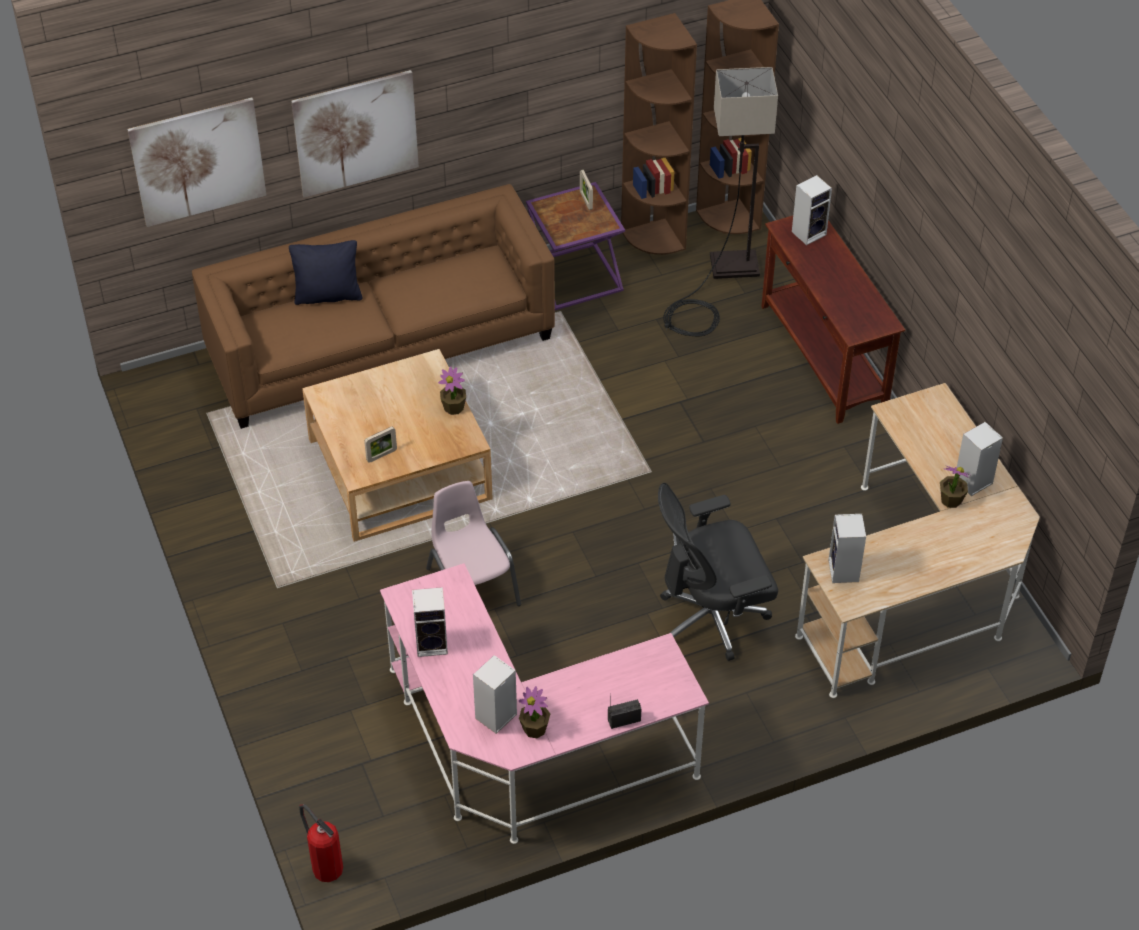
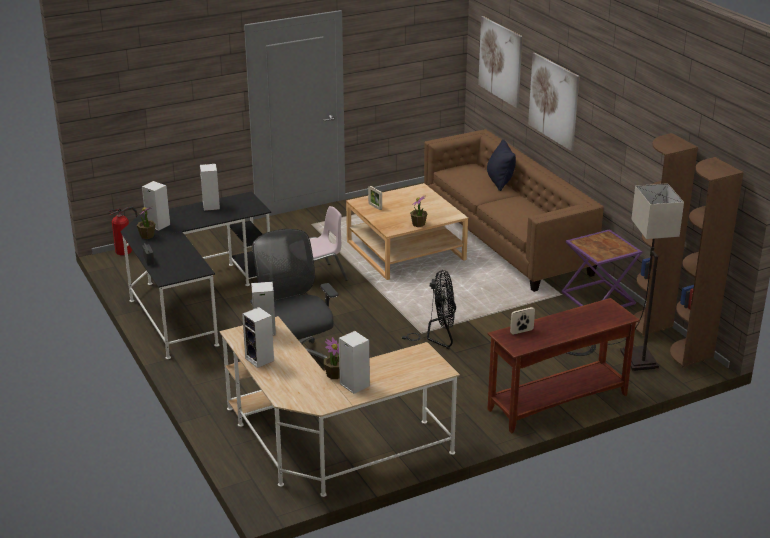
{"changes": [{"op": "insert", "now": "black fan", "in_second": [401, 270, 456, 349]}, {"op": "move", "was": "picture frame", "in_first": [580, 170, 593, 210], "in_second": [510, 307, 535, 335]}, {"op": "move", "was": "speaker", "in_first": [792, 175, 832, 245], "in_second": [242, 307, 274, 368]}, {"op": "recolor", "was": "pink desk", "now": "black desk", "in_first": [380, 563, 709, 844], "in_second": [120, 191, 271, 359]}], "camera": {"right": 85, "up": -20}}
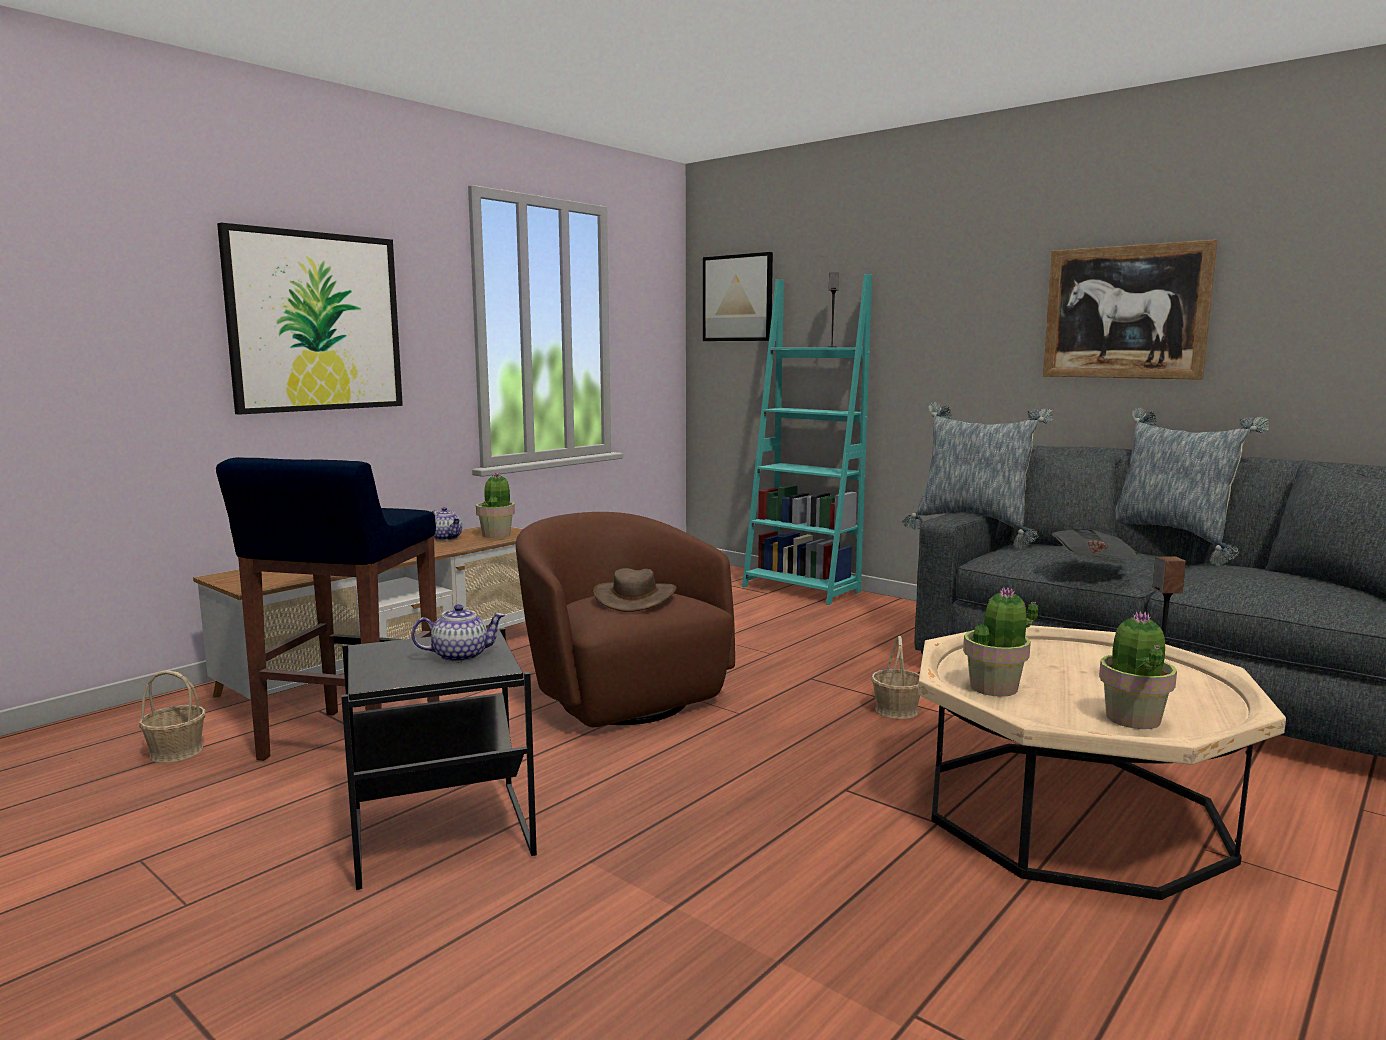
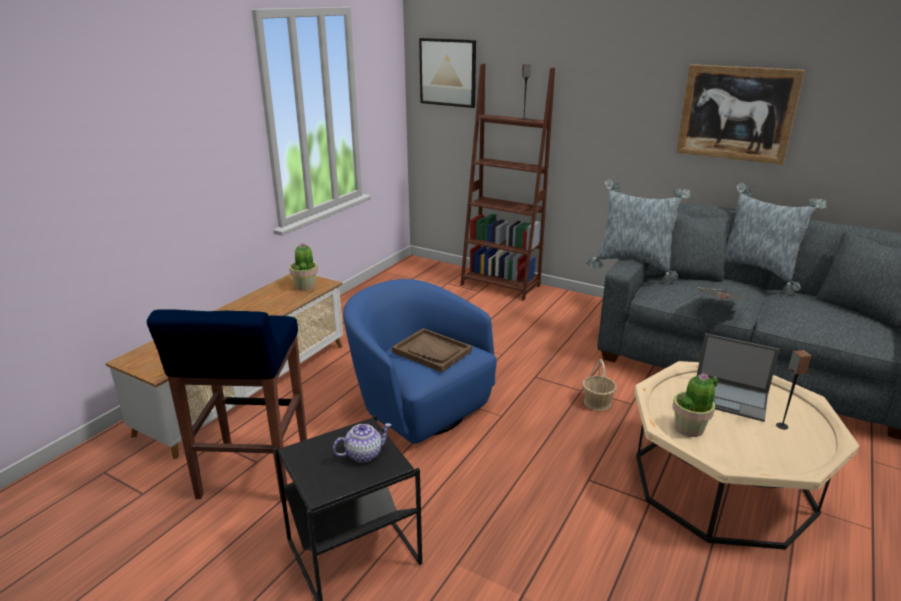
{"changes": [{"op": "delete", "was": "basket", "in_first": [139, 670, 206, 763]}, {"op": "delete", "was": "picture", "in_first": [217, 223, 403, 415]}, {"op": "delete", "was": "teapot", "in_first": [432, 507, 462, 541]}, {"op": "delete", "was": "potted plant", "in_first": [1099, 611, 1177, 729]}, {"op": "insert", "now": "laptop", "in_second": [697, 333, 780, 422]}, {"op": "replace", "was": "brown hat", "now": "brown tray", "in_first": [593, 568, 676, 612], "in_second": [392, 328, 472, 372]}, {"op": "recolor", "was": "brown armchair", "now": "blue armchair", "in_first": [516, 512, 735, 727], "in_second": [343, 279, 497, 444]}, {"op": "recolor", "was": "turquoise bookcase", "now": "brown bookcase", "in_first": [742, 274, 872, 605], "in_second": [460, 64, 555, 301]}], "camera": {"right": -10, "up": 15}}
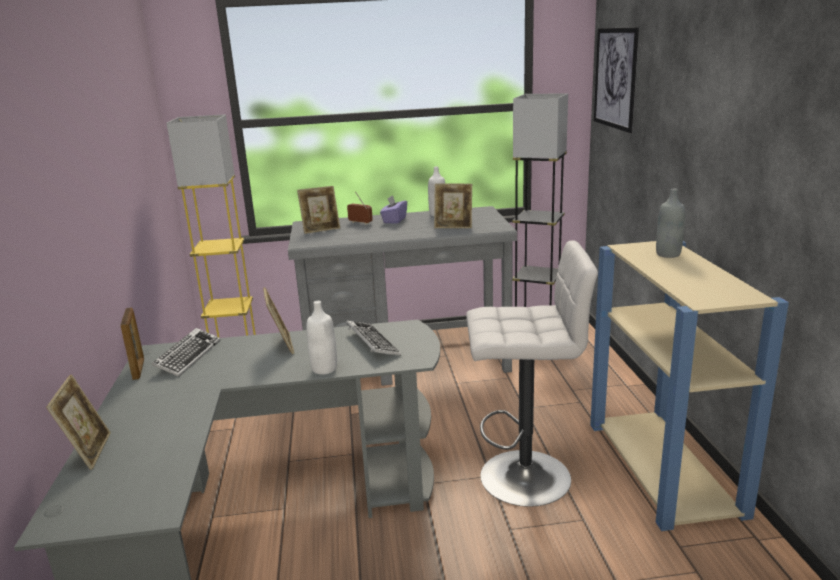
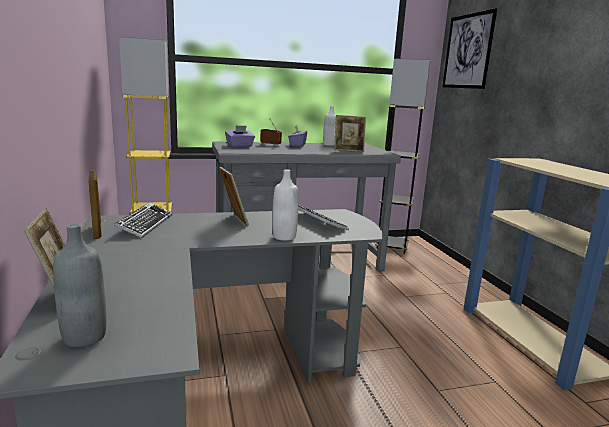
{"changes": [{"op": "delete", "was": "white stool", "in_first": [466, 240, 598, 507]}, {"op": "move", "was": "grey bottle", "in_first": [656, 189, 685, 258], "in_second": [53, 224, 106, 347]}, {"op": "replace", "was": "picture frame", "now": "purple tissue box", "in_first": [297, 186, 340, 234], "in_second": [225, 125, 255, 147]}], "camera": {"right": -10, "up": -5}}
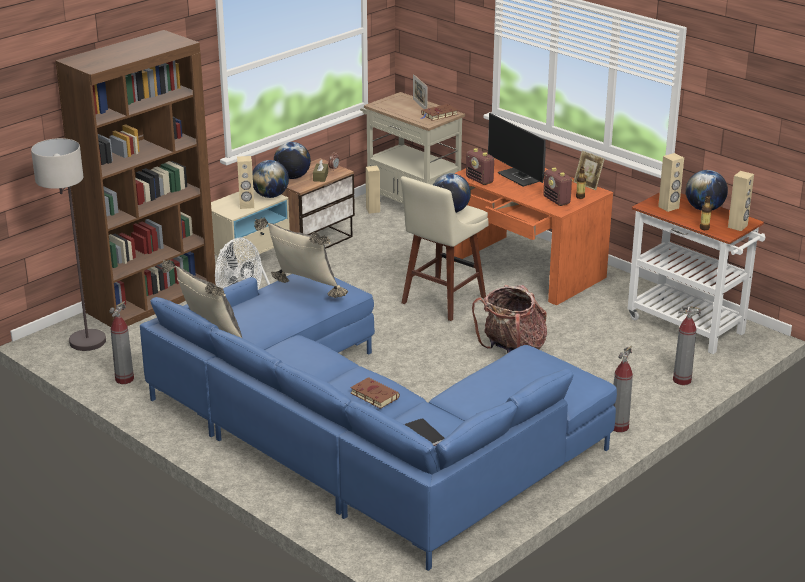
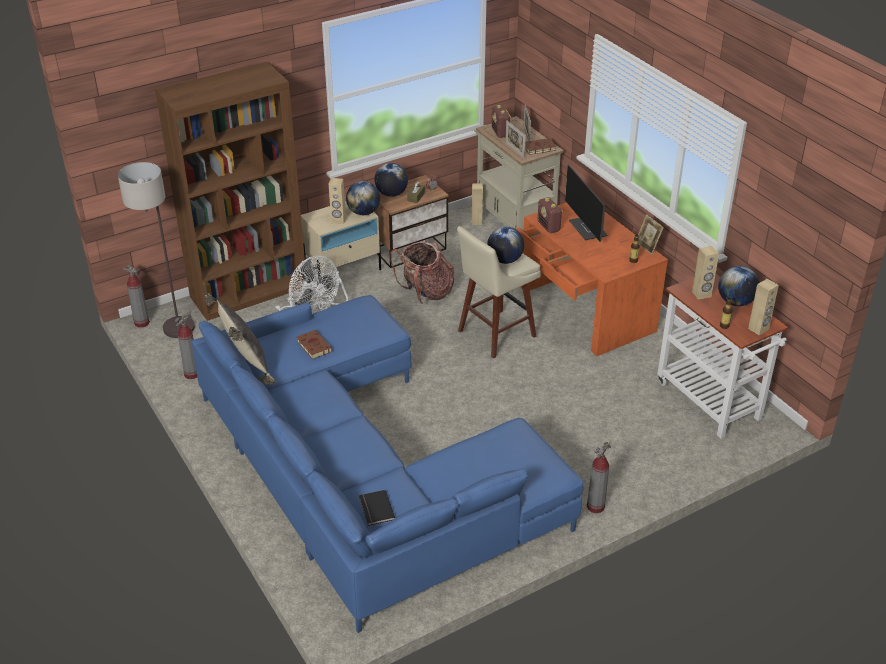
{"changes": [{"op": "delete", "was": "pillow", "in_first": [254, 217, 348, 298]}, {"op": "insert", "now": "picture frame", "in_second": [506, 120, 526, 158]}, {"op": "move", "was": "brown book", "in_first": [350, 377, 400, 409], "in_second": [297, 330, 332, 359]}, {"op": "move", "was": "backpack", "in_first": [472, 285, 547, 353], "in_second": [390, 240, 455, 304]}, {"op": "move", "was": "radio", "in_first": [543, 168, 573, 206], "in_second": [492, 105, 511, 138]}, {"op": "move", "was": "fire extinguisher", "in_first": [673, 305, 701, 385], "in_second": [123, 264, 150, 328]}], "camera": {"right": 15, "up": 10}}
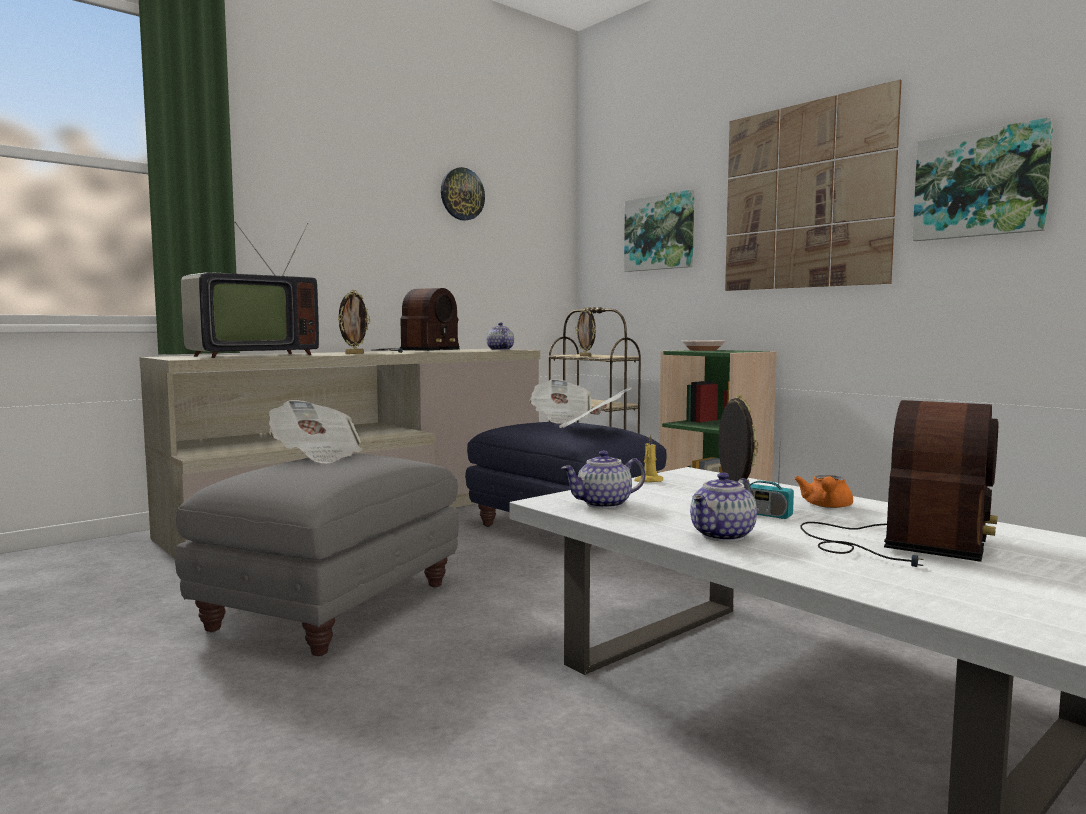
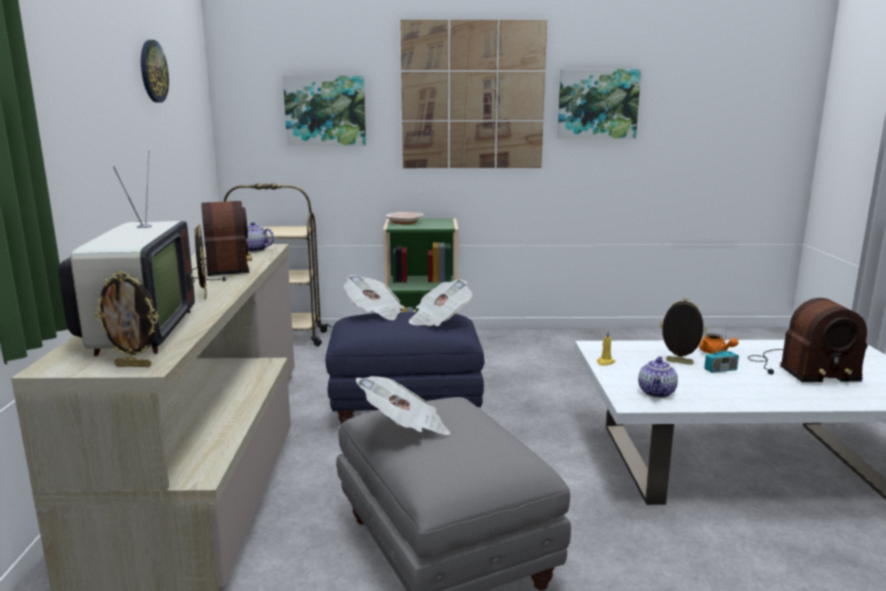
{"changes": [{"op": "delete", "was": "teapot", "in_first": [690, 473, 757, 542]}, {"op": "move", "was": "picture frame", "in_first": [575, 308, 596, 357], "in_second": [94, 271, 159, 367]}, {"op": "rotate", "was": "radio", "in_first": [800, 400, 998, 567], "in_second": [748, 298, 868, 382], "clockwise": 105}], "camera": {"right": -50, "up": 10}}
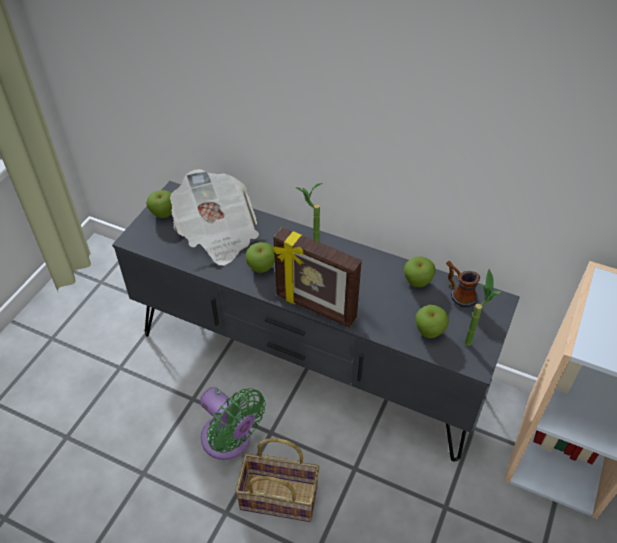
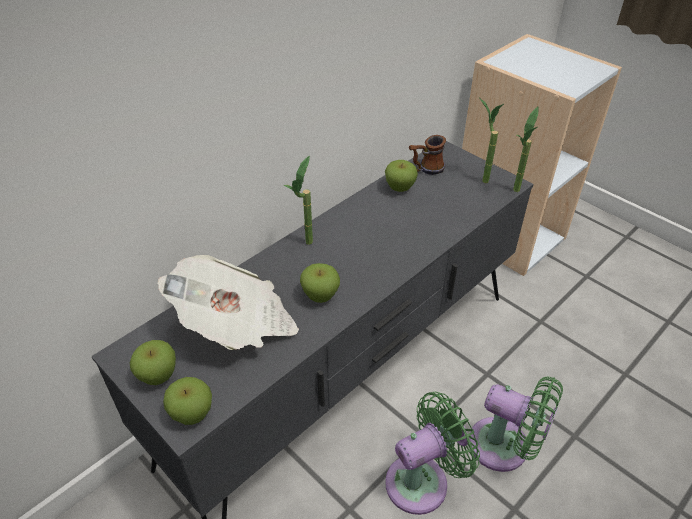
{"changes": [{"op": "delete", "was": "picture frame", "in_first": [273, 227, 362, 328]}, {"op": "insert", "now": "potted plant", "in_second": [513, 107, 539, 192]}, {"op": "move", "was": "apple", "in_first": [416, 305, 449, 338], "in_second": [163, 377, 212, 425]}, {"op": "replace", "was": "basket", "now": "green fan", "in_first": [235, 438, 319, 522], "in_second": [469, 376, 563, 472]}], "camera": {"right": -70, "up": -5}}
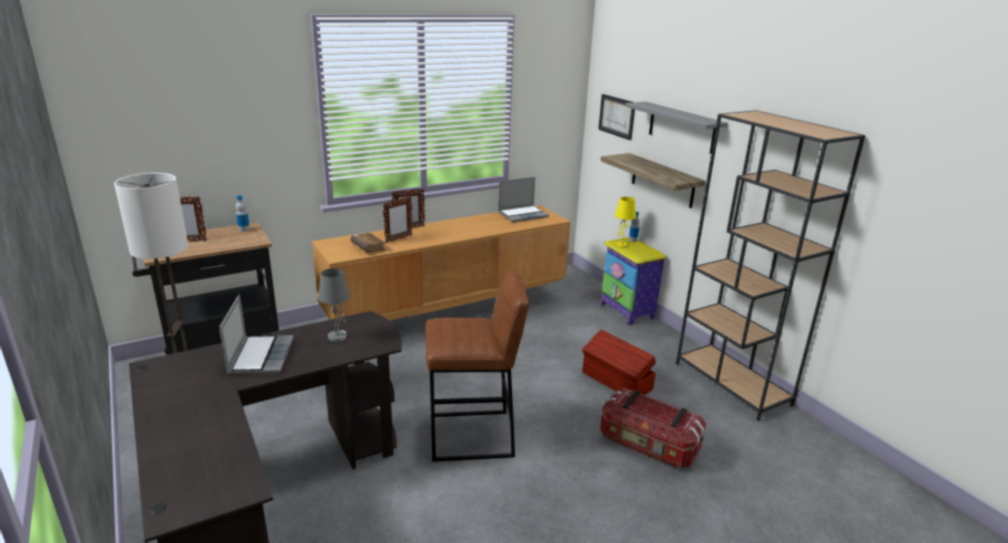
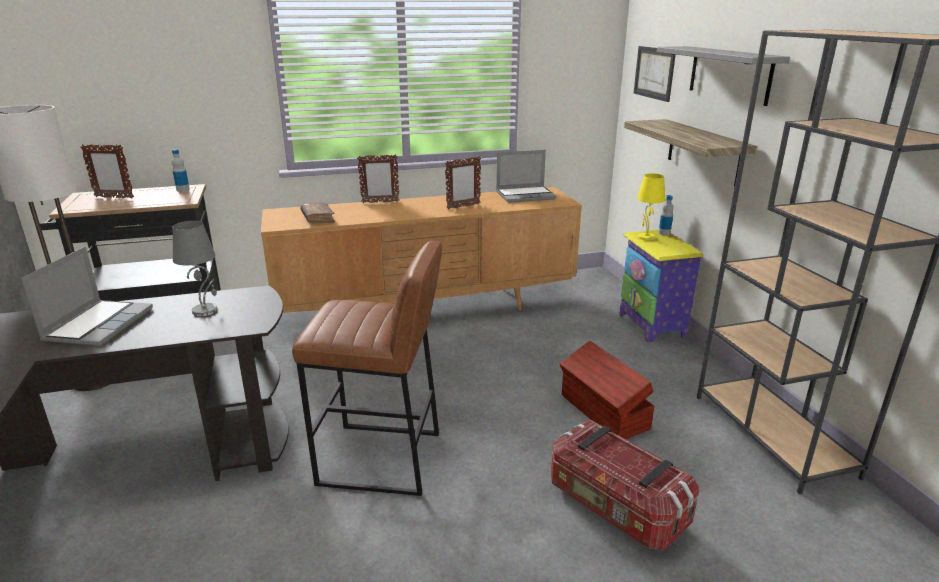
{"changes": [{"op": "move", "was": "picture frame", "in_first": [383, 196, 413, 243], "in_second": [445, 156, 481, 209]}], "camera": {"right": 15, "up": 0}}
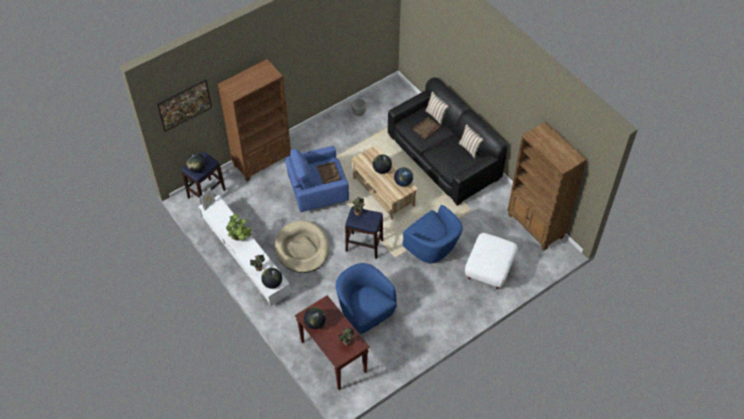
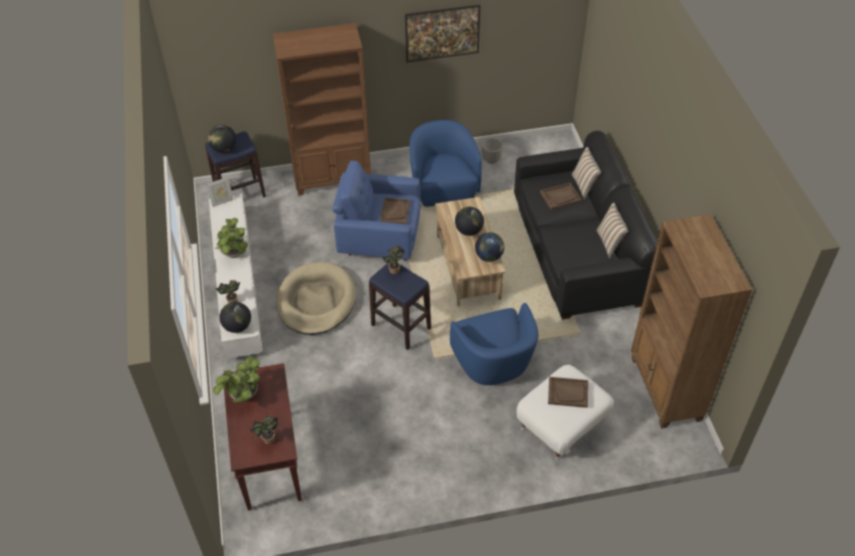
{"changes": [{"op": "insert", "now": "brown tray", "in_second": [548, 377, 588, 408]}, {"op": "move", "was": "picture", "in_first": [157, 79, 212, 132], "in_second": [405, 4, 480, 62]}, {"op": "move", "was": "blue armchair", "in_first": [336, 263, 397, 334], "in_second": [410, 120, 482, 207]}, {"op": "replace", "was": "globe", "now": "potted plant", "in_first": [304, 307, 326, 329], "in_second": [213, 356, 260, 402]}], "camera": {"right": 25, "up": -5}}
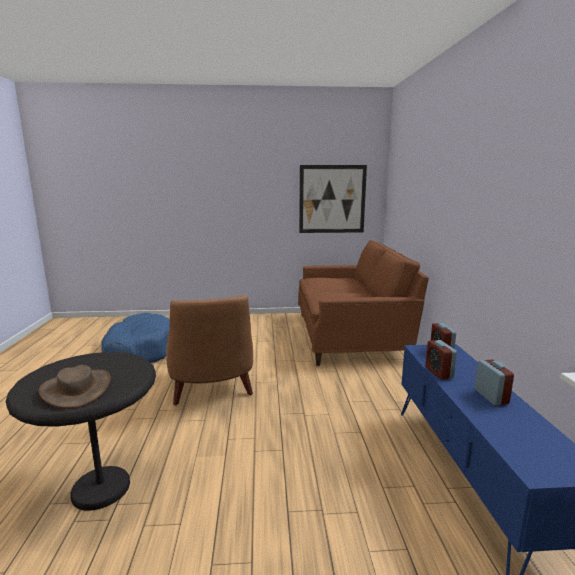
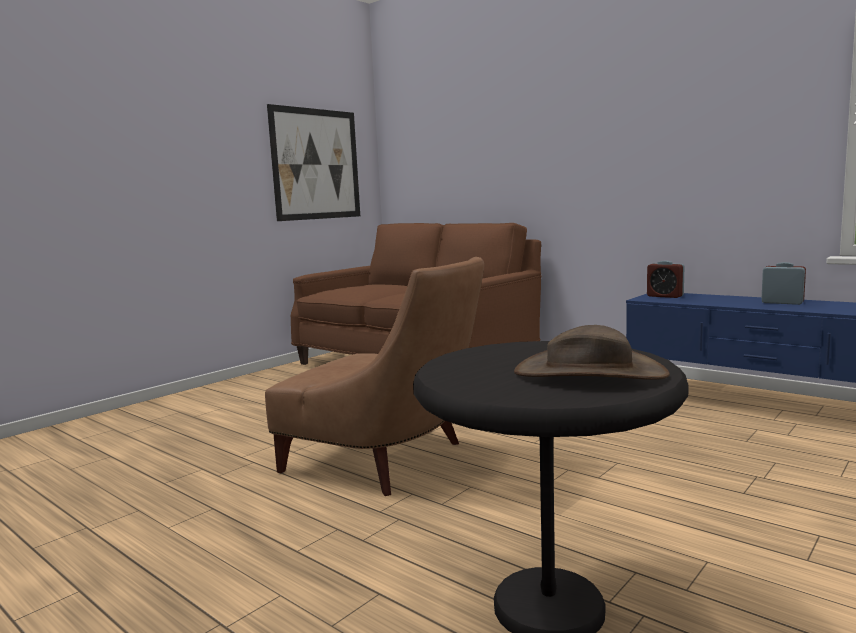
{"changes": [{"op": "delete", "was": "blue dog bed", "in_first": [101, 313, 170, 363]}, {"op": "delete", "was": "alarm clock", "in_first": [426, 340, 457, 379]}], "camera": {"right": -45, "up": -5}}
